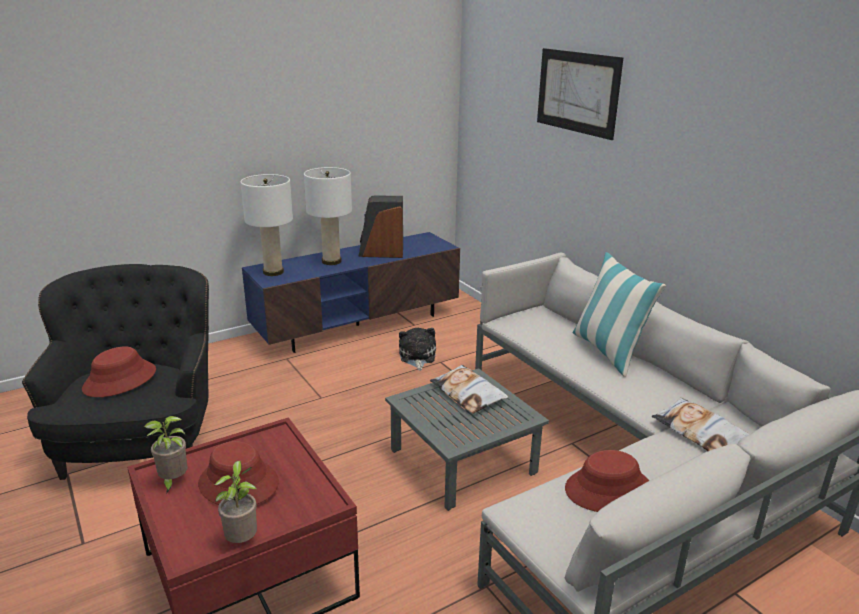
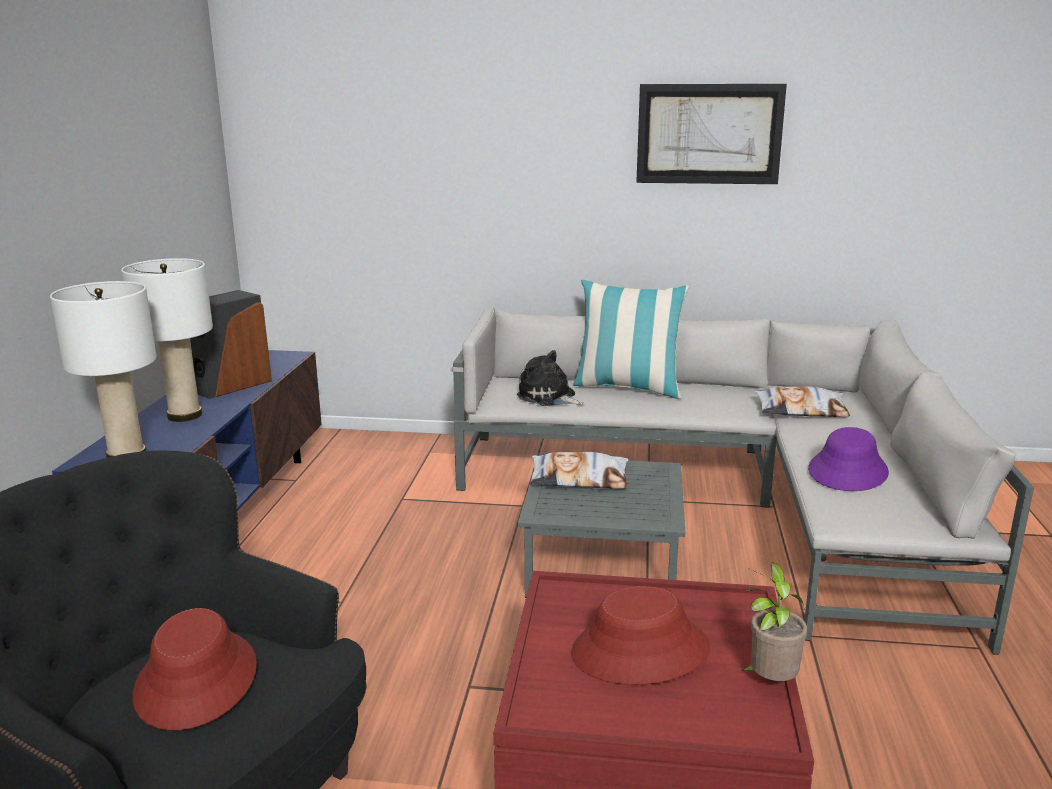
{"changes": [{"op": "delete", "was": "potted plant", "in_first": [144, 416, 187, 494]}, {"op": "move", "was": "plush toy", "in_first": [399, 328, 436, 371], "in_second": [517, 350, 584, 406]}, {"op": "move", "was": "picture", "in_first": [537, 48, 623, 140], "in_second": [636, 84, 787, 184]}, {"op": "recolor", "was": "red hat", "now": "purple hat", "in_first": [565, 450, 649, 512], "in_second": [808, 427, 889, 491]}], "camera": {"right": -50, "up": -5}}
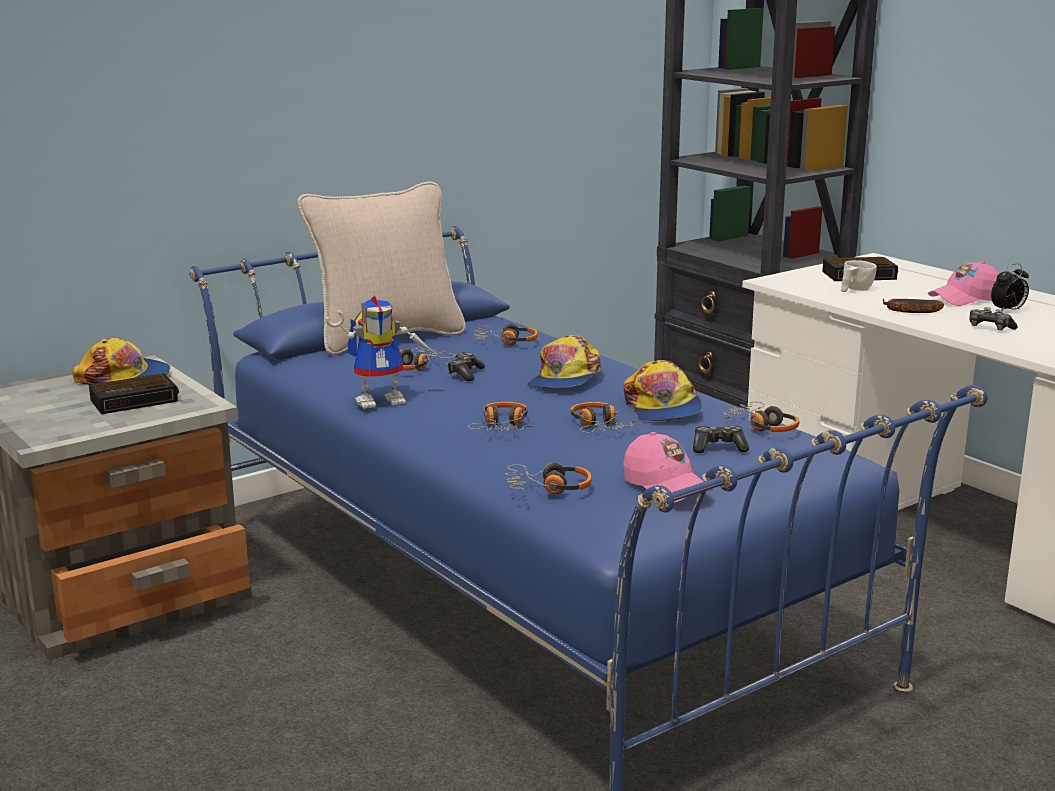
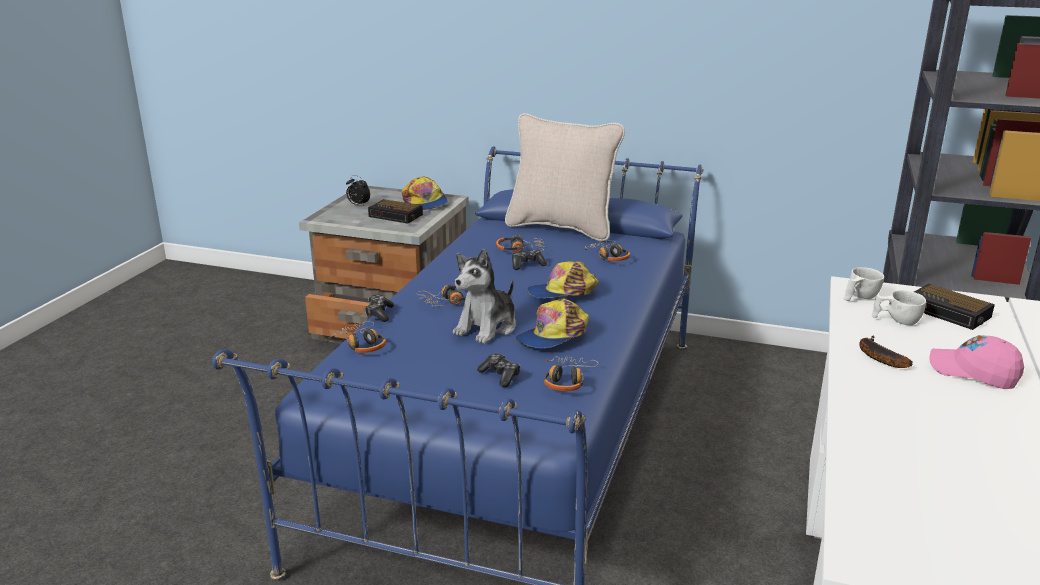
{"changes": [{"op": "delete", "was": "toy robot", "in_first": [325, 296, 435, 409]}, {"op": "delete", "was": "pink cap", "in_first": [623, 432, 713, 503]}, {"op": "insert", "now": "white cup", "in_second": [844, 267, 884, 301]}, {"op": "move", "was": "game controller", "in_first": [969, 307, 1018, 330], "in_second": [364, 295, 394, 322]}, {"op": "move", "was": "alarm clock", "in_first": [991, 263, 1029, 310], "in_second": [346, 175, 370, 207]}, {"op": "replace", "was": "headphones", "now": "plush toy", "in_first": [570, 402, 639, 433], "in_second": [453, 249, 516, 344]}], "camera": {"right": 55, "up": 5}}
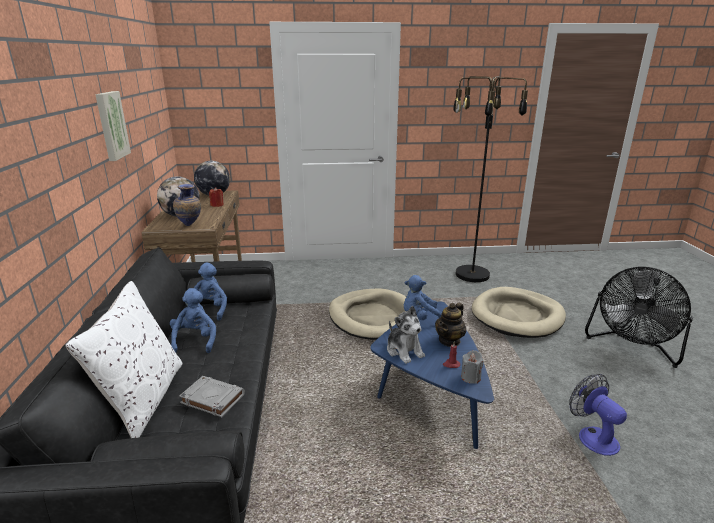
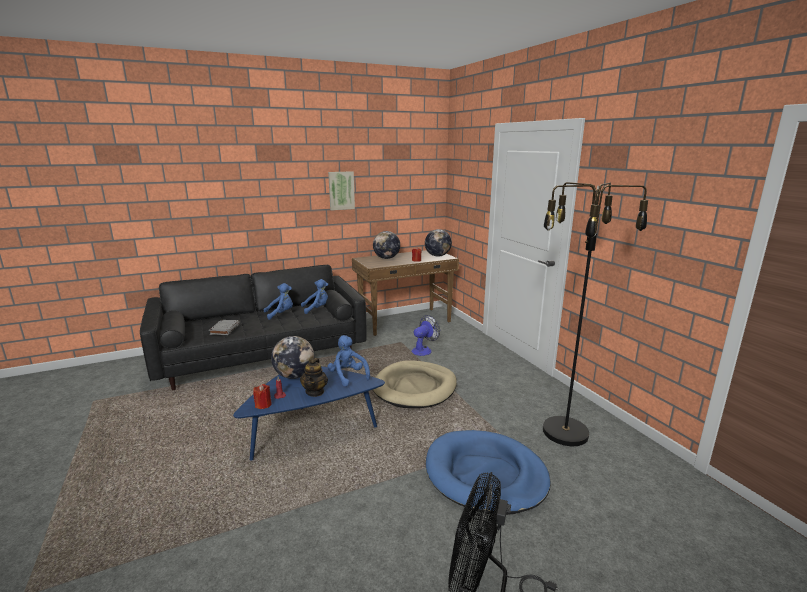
{"changes": [{"op": "delete", "was": "white pillow", "in_first": [66, 281, 182, 438]}, {"op": "delete", "was": "vase", "in_first": [173, 184, 201, 226]}, {"op": "move", "was": "fan", "in_first": [569, 374, 627, 456], "in_second": [412, 315, 440, 356]}, {"op": "replace", "was": "plush toy", "now": "globe", "in_first": [387, 306, 425, 364], "in_second": [271, 336, 315, 379]}, {"op": "recolor", "was": "grey candle", "now": "red candle", "in_first": [461, 350, 483, 384], "in_second": [253, 384, 272, 409]}, {"op": "recolor", "was": "beige dog bed", "now": "blue dog bed", "in_first": [472, 287, 566, 338], "in_second": [426, 430, 551, 515]}, {"op": "rotate", "was": "teapot", "in_first": [435, 303, 466, 347], "in_second": [300, 358, 328, 397], "clockwise": -105}], "camera": {"right": 70, "up": -5}}
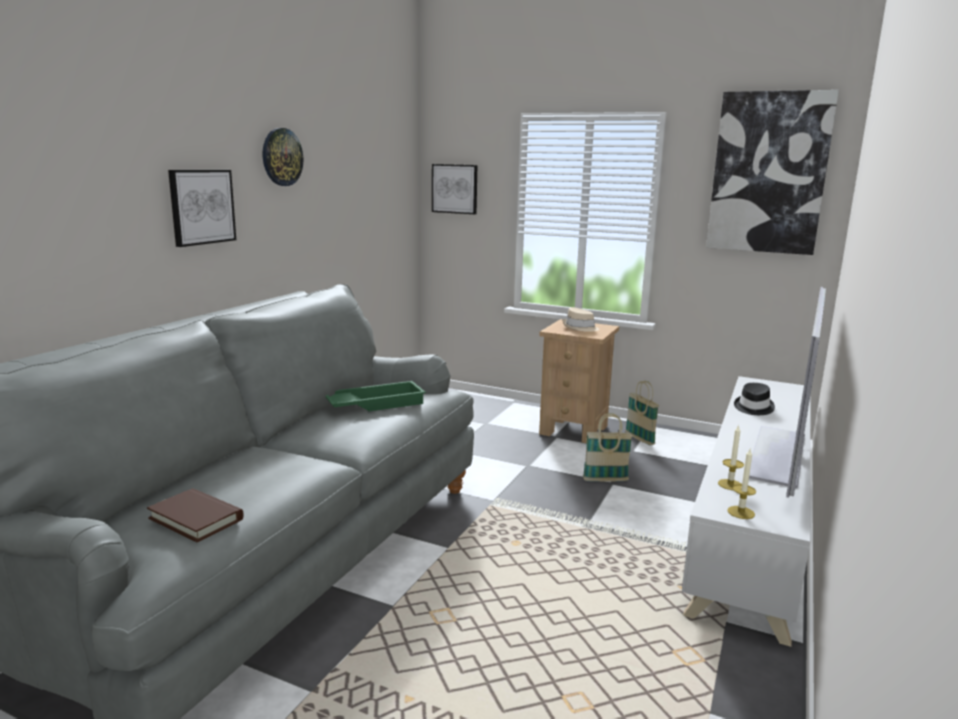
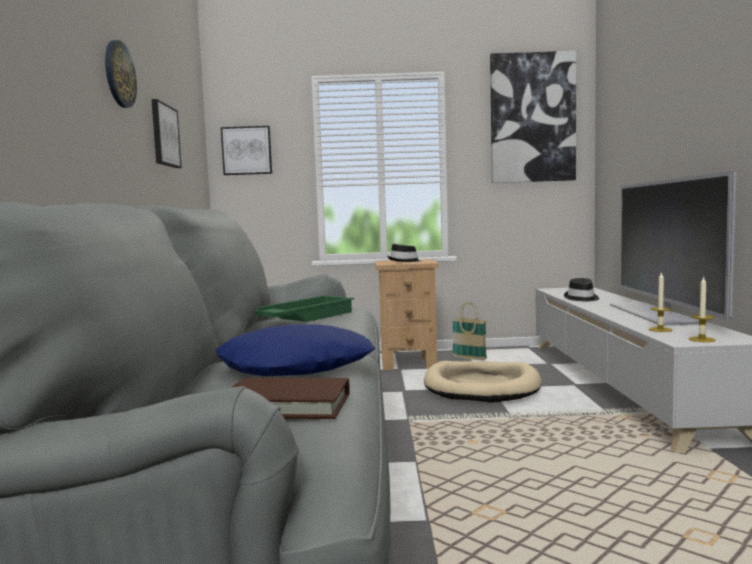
{"changes": [{"op": "insert", "now": "blue pillow", "in_second": [215, 324, 375, 376]}, {"op": "move", "was": "picture", "in_first": [168, 170, 236, 247], "in_second": [151, 99, 182, 168]}, {"op": "replace", "was": "basket", "now": "beige dog bed", "in_first": [583, 413, 633, 482], "in_second": [424, 361, 542, 403]}, {"op": "recolor", "was": "beige hat", "now": "black hat", "in_first": [562, 307, 600, 332], "in_second": [387, 244, 421, 262]}], "camera": {"right": -25, "up": -10}}
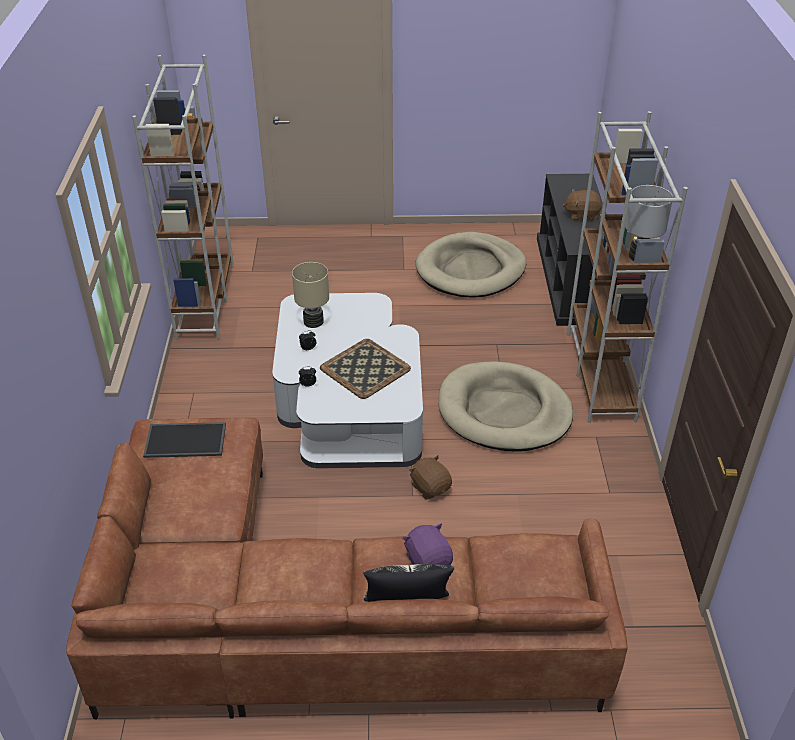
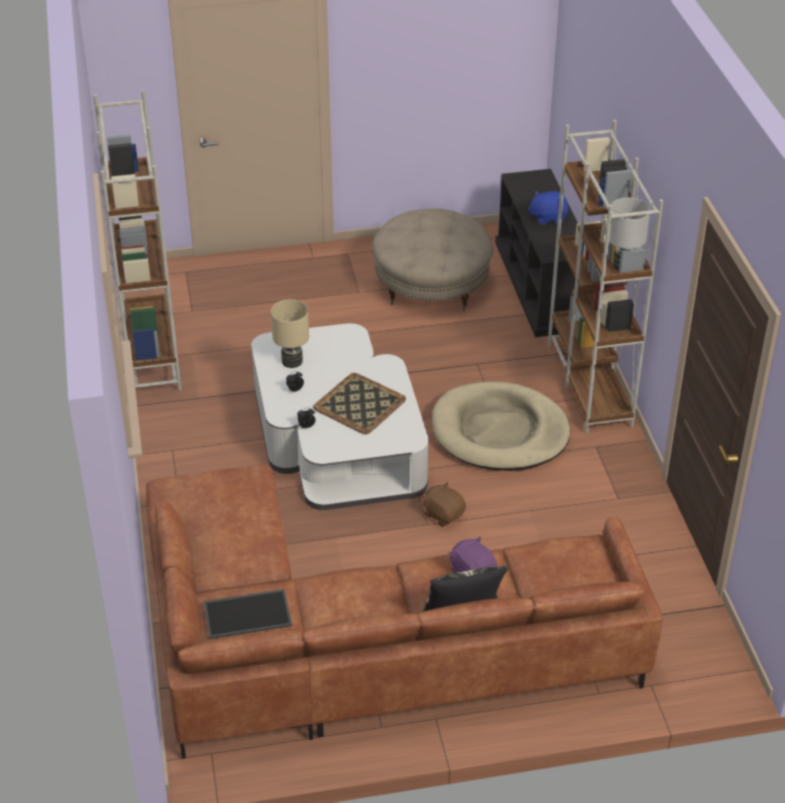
{"changes": [{"op": "move", "was": "tray", "in_first": [143, 422, 226, 458], "in_second": [204, 589, 292, 639]}, {"op": "replace", "was": "beige dog bed", "now": "beige ottoman", "in_first": [415, 232, 527, 298], "in_second": [372, 208, 493, 311]}, {"op": "recolor", "was": "brown plush toy", "now": "blue plush toy", "in_first": [563, 189, 602, 221], "in_second": [528, 191, 568, 225]}], "camera": {"right": -10, "up": 0}}
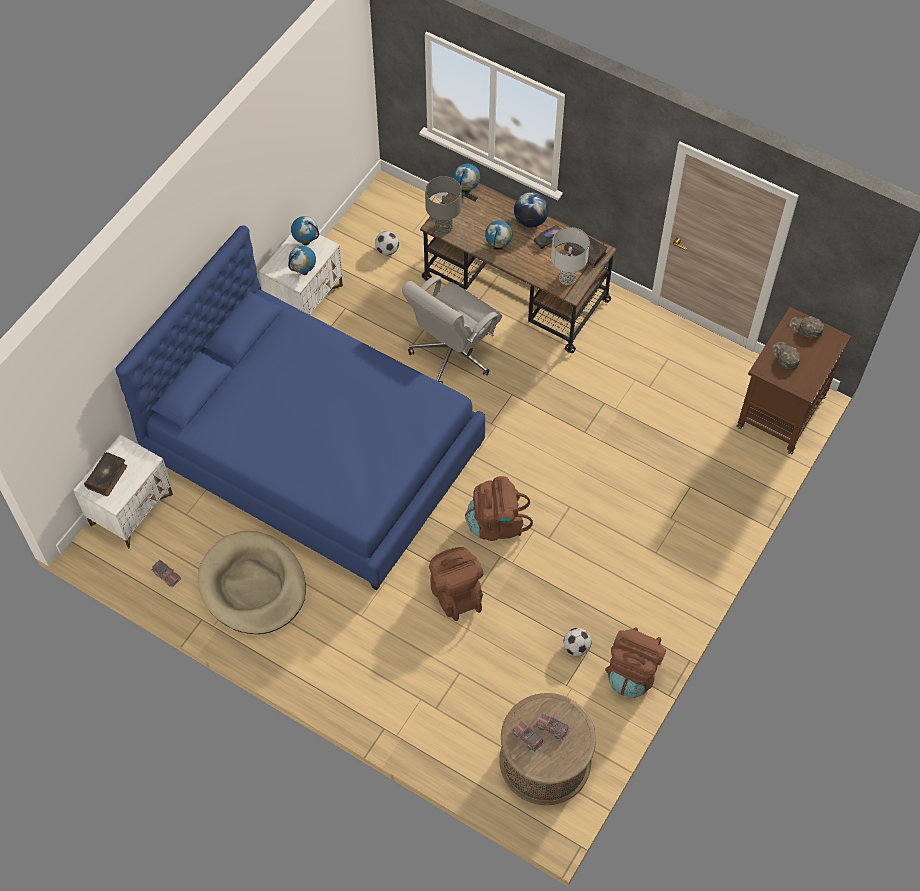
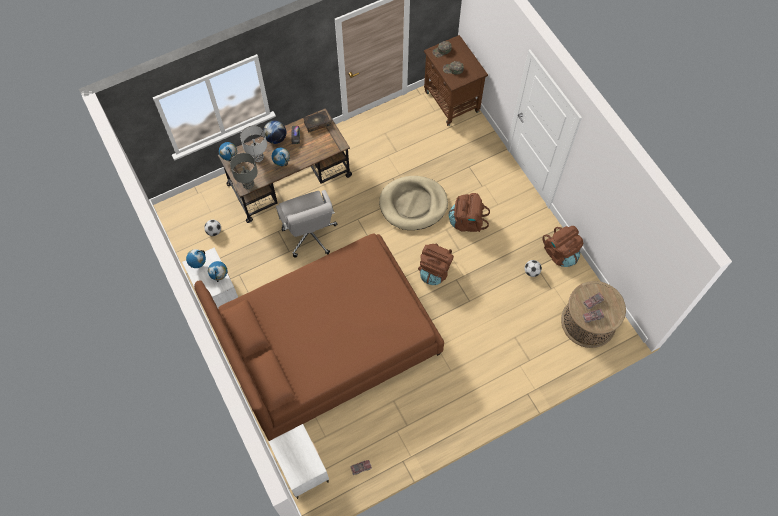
{"changes": [{"op": "delete", "was": "book", "in_first": [84, 452, 127, 496]}, {"op": "move", "was": "beige dog bed", "in_first": [198, 531, 306, 634], "in_second": [379, 176, 448, 230]}, {"op": "move", "was": "brown backpack", "in_first": [429, 547, 484, 621], "in_second": [448, 193, 490, 232]}, {"op": "move", "was": "white table lamp", "in_first": [551, 227, 590, 285], "in_second": [240, 125, 267, 162]}, {"op": "recolor", "was": "blue bed", "now": "brown bed", "in_first": [116, 225, 485, 590], "in_second": [194, 233, 444, 441]}], "camera": {"right": -60, "up": 5}}
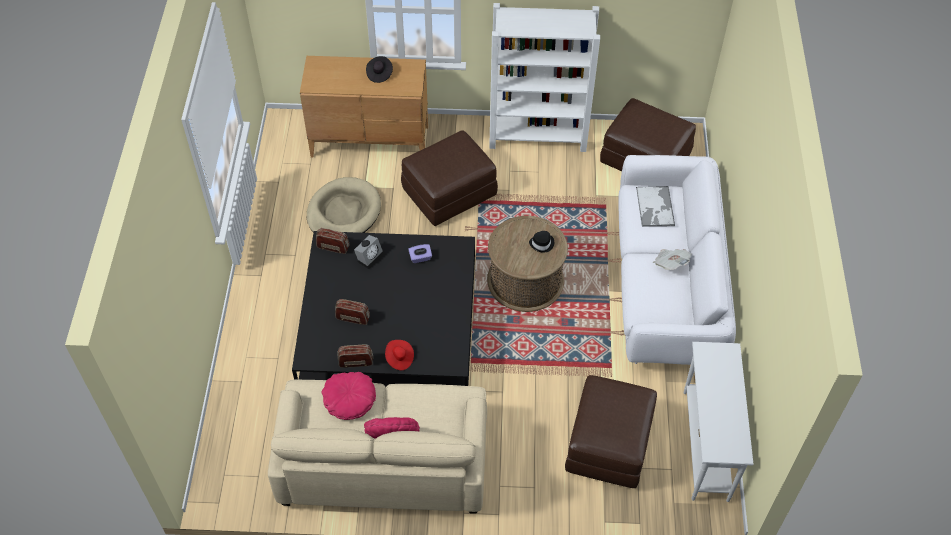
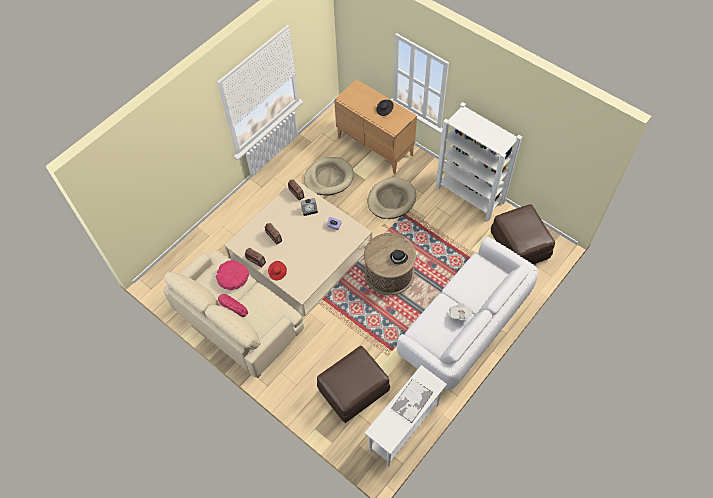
{"changes": [{"op": "move", "was": "tray", "in_first": [636, 186, 675, 227], "in_second": [391, 379, 433, 423]}, {"op": "replace", "was": "brown ottoman", "now": "beige dog bed", "in_first": [401, 130, 498, 226], "in_second": [368, 177, 416, 219]}, {"op": "recolor", "was": "black coffee table", "now": "beige coffee table", "in_first": [292, 231, 475, 387], "in_second": [224, 179, 372, 317]}], "camera": {"right": 40, "up": 5}}
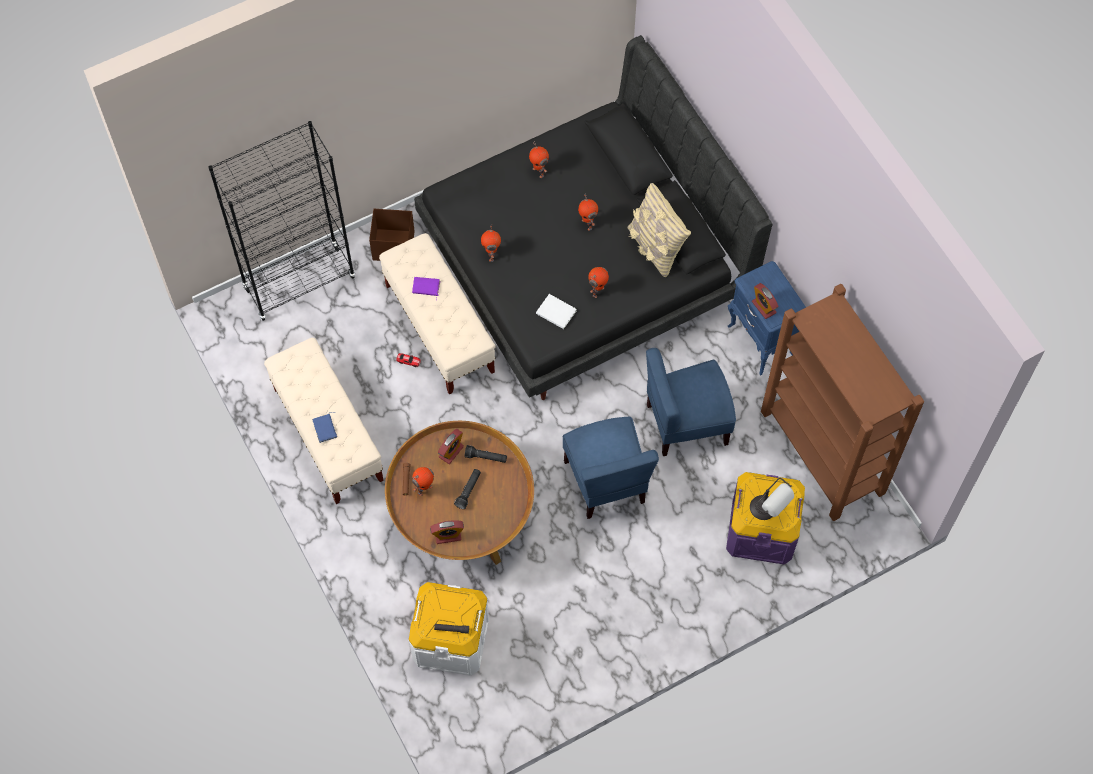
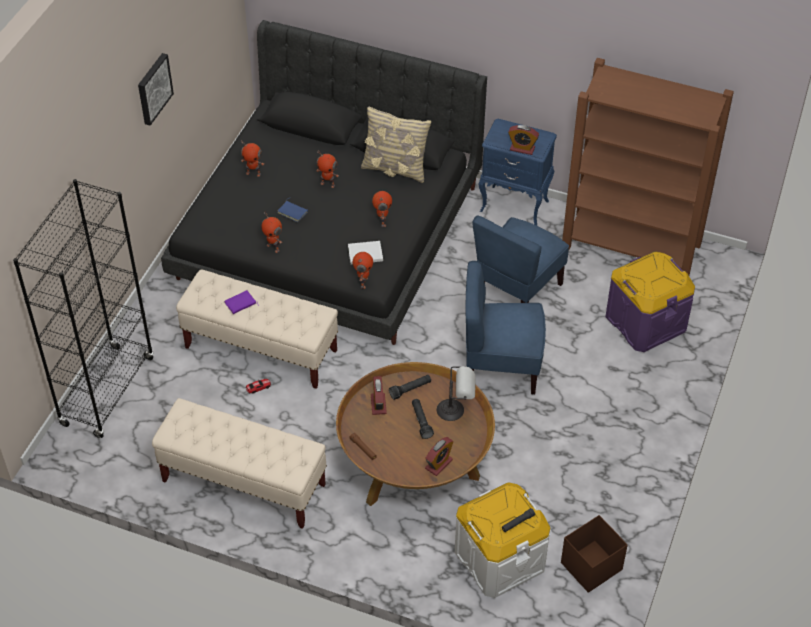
{"changes": [{"op": "insert", "now": "picture", "in_second": [138, 53, 174, 126]}, {"op": "move", "was": "blue book", "in_first": [312, 412, 337, 443], "in_second": [277, 198, 308, 222]}, {"op": "move", "was": "brown storage box", "in_first": [369, 209, 415, 261], "in_second": [561, 515, 628, 593]}, {"op": "move", "was": "toy robot", "in_first": [412, 467, 434, 496], "in_second": [352, 252, 373, 289]}, {"op": "move", "was": "table lamp", "in_first": [750, 478, 794, 520], "in_second": [436, 366, 475, 421]}, {"op": "rotate", "was": "blue chair", "in_first": [563, 417, 659, 519], "in_second": [466, 261, 546, 394], "clockwise": 150}], "camera": {"right": -40, "up": -15}}
